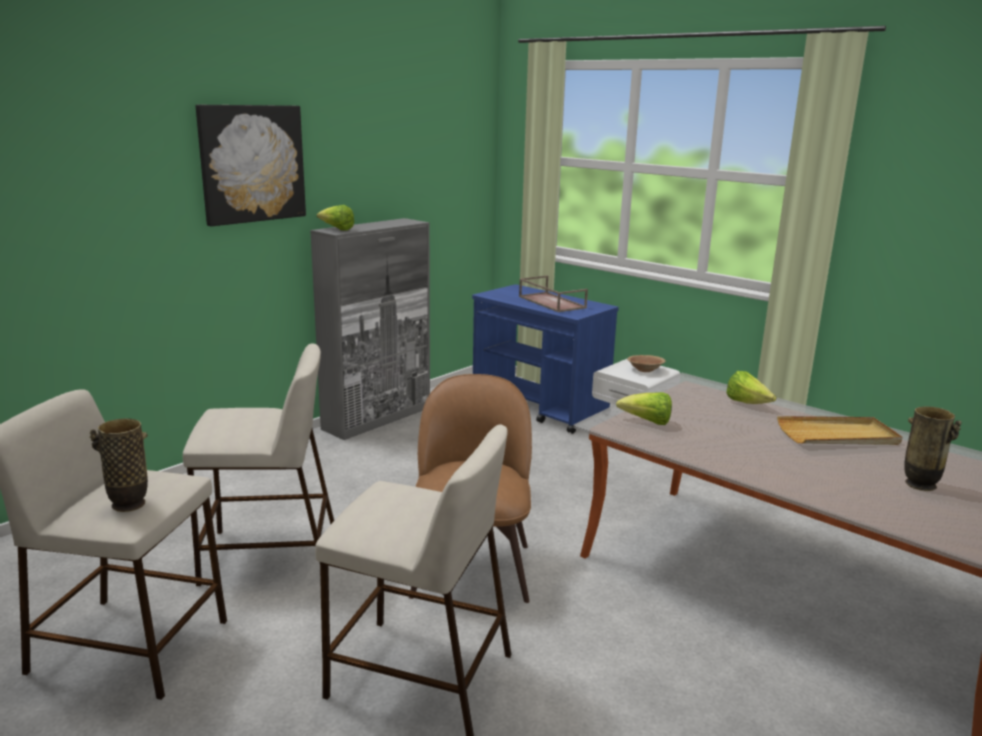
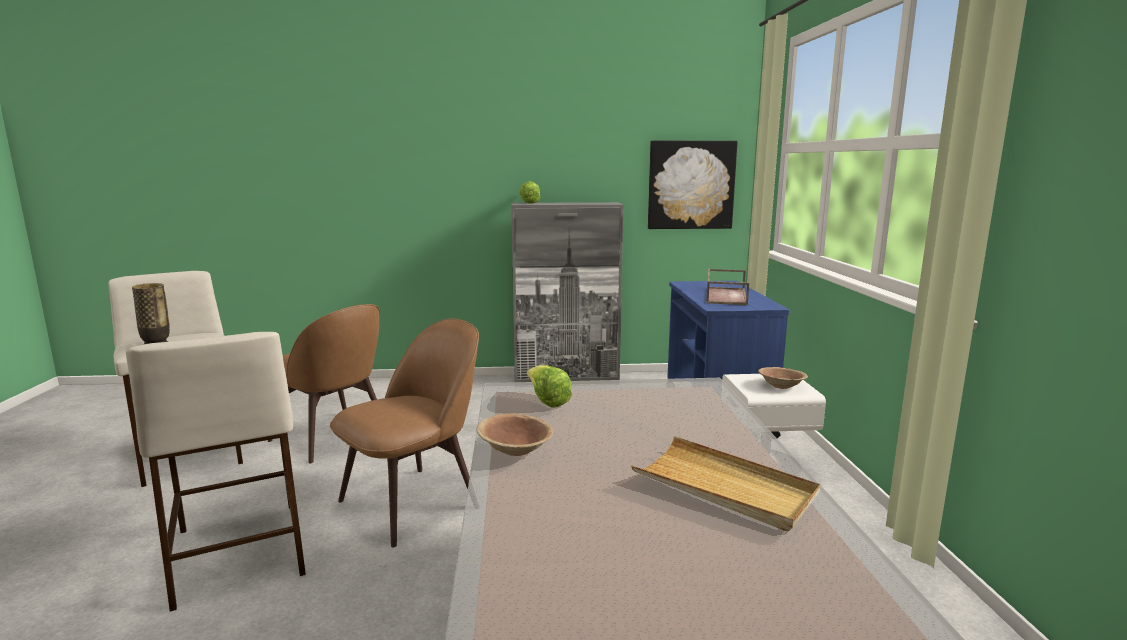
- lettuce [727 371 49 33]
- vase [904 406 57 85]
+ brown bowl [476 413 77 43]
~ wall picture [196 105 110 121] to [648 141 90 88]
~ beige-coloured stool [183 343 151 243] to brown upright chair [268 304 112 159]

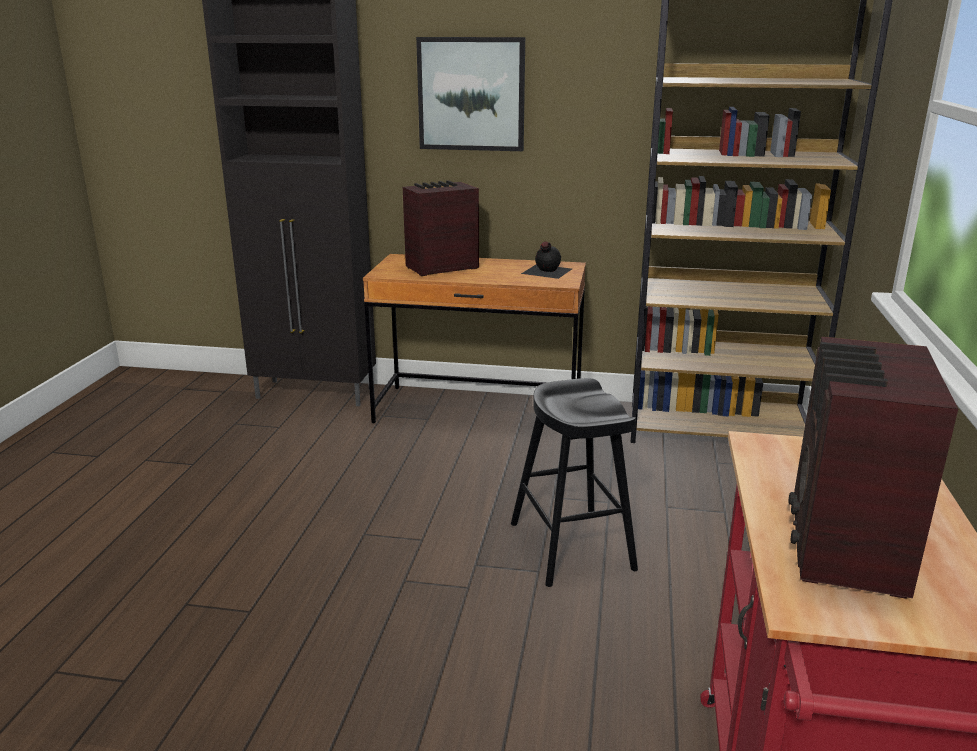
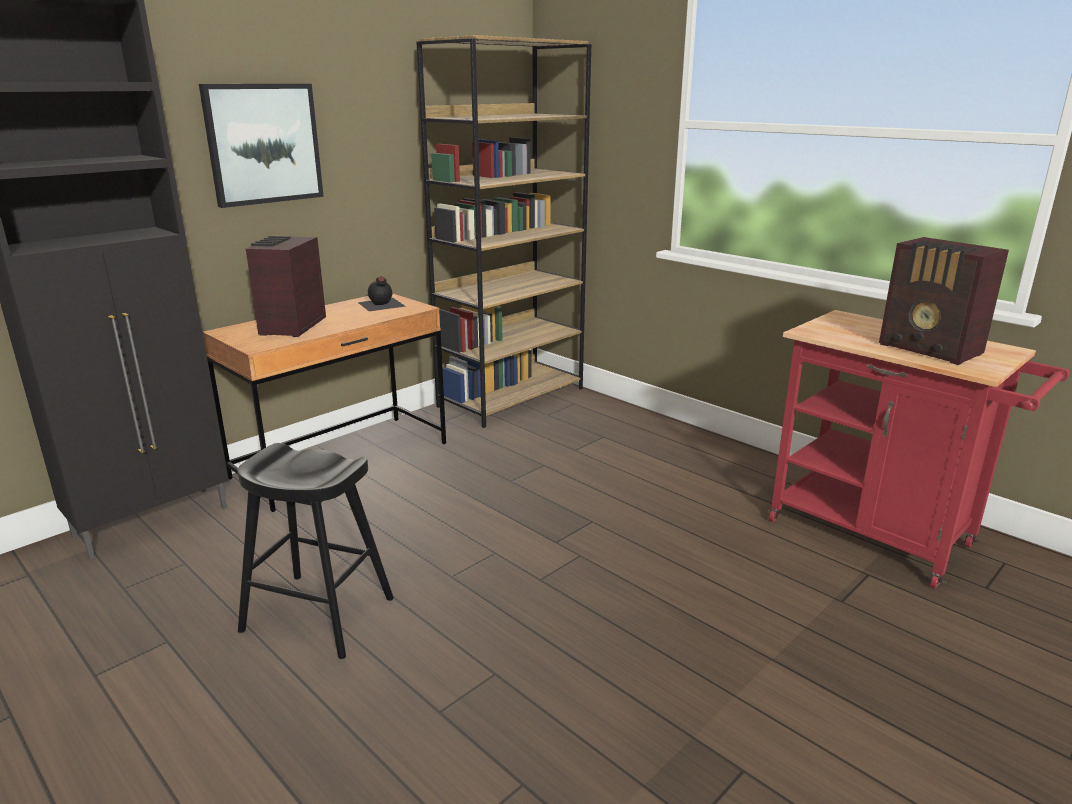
~ black stool [511 378 127 209] to [237 443 157 216]

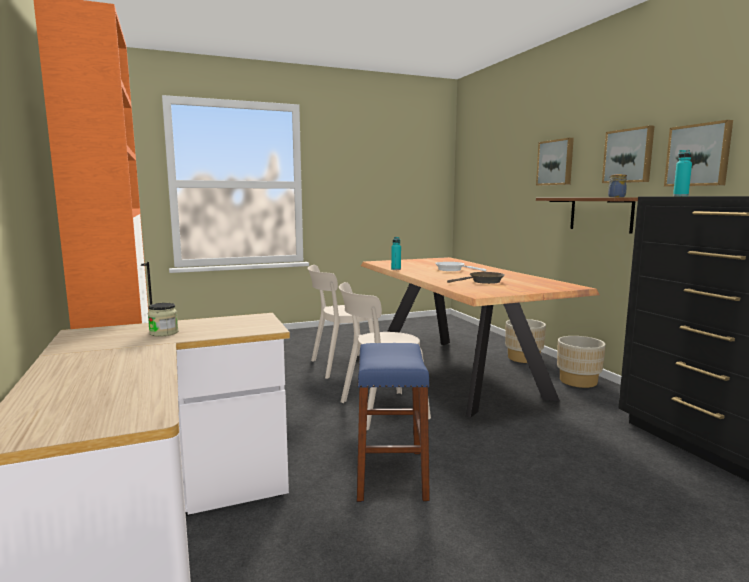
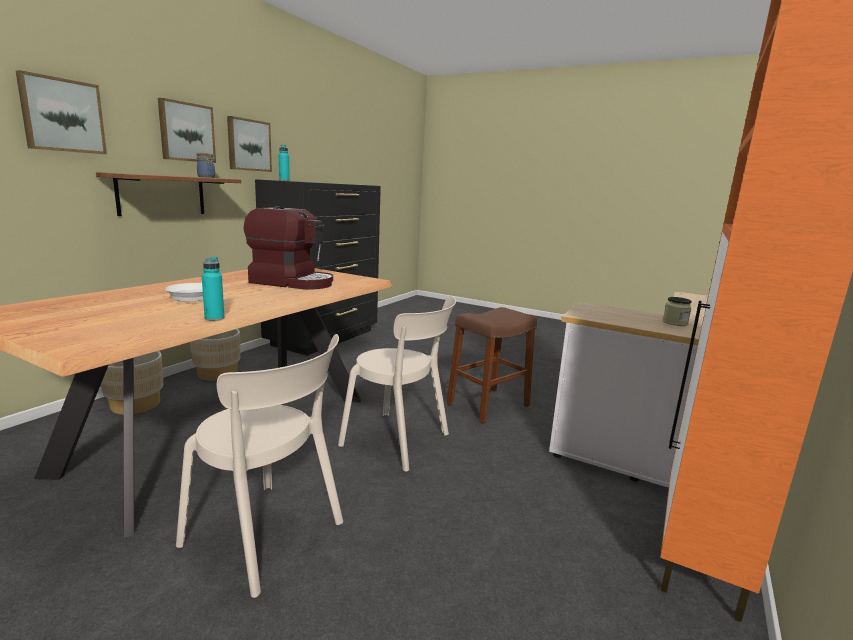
~ brown skillet [447 272 58 12] to coffee maker [244 206 89 84]
~ bluish stool [357 343 73 159] to brown stool [447 307 90 117]

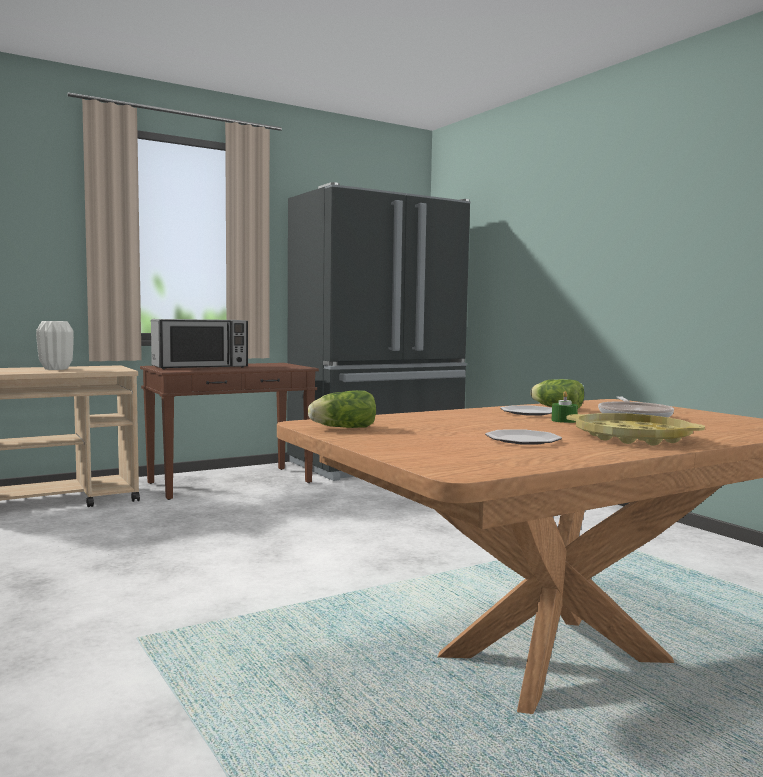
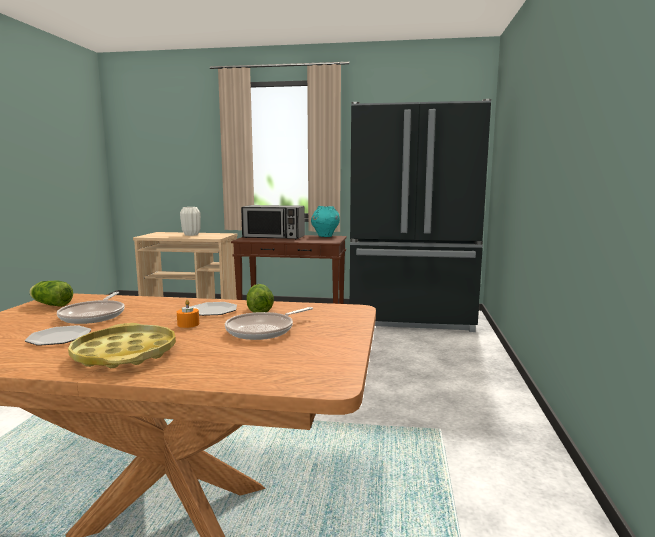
+ skillet [57 292 67 32]
+ turquoise vase [311 206 29 31]
~ green-coloured wax light [552 391 26 32] to orange wax light [177 300 22 28]

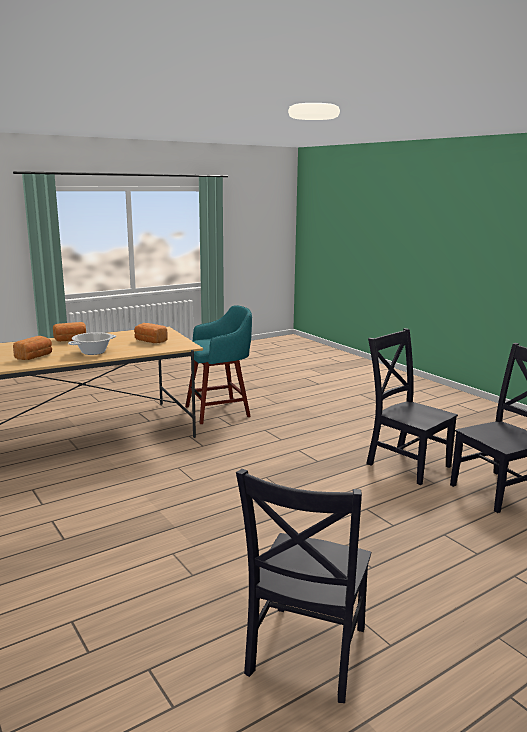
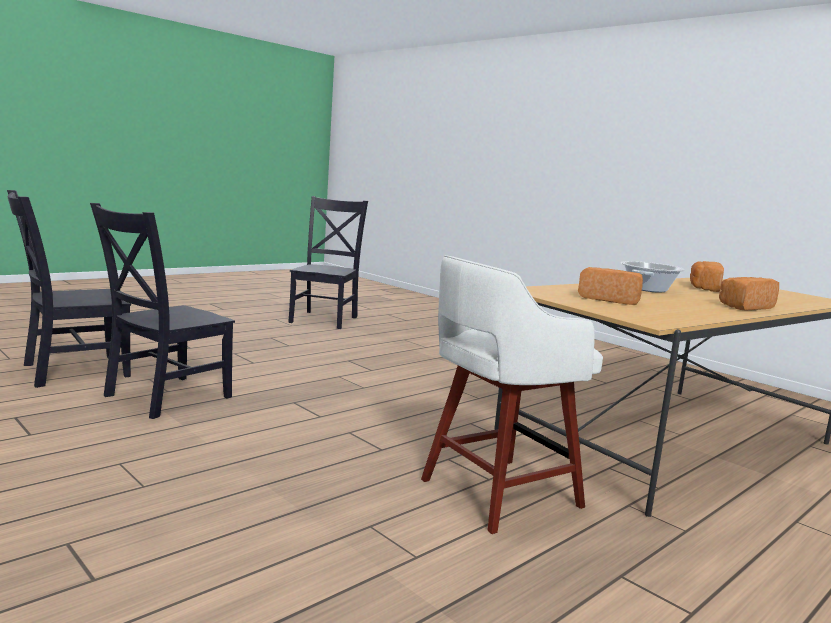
~ turquoise stool [185 305 67 119] to white-coloured stool [421 255 182 279]
~ black upright chair [366 328 92 157] = [90 203 145 216] 90 degrees clockwise

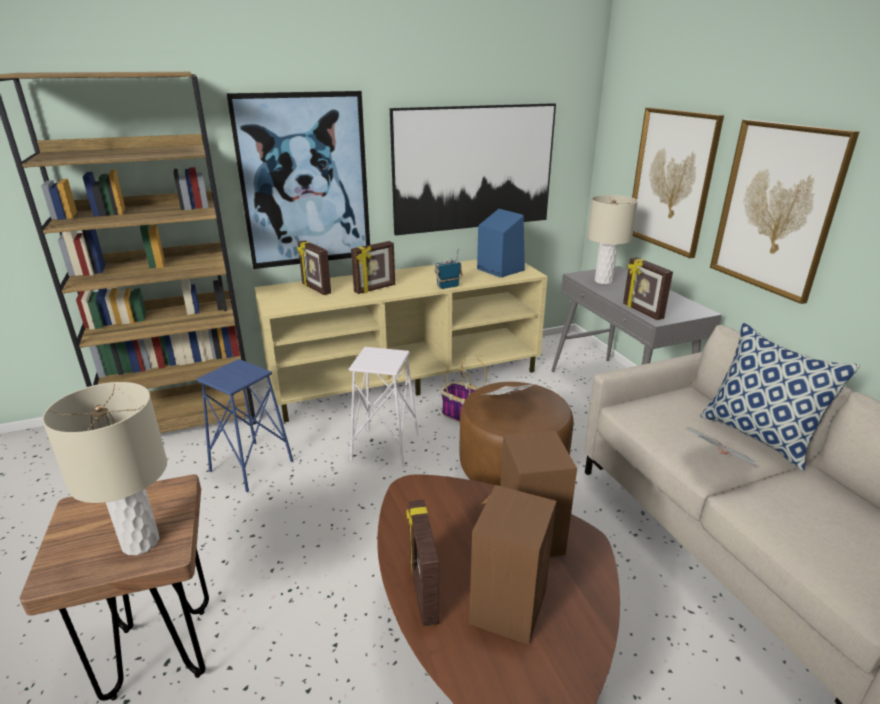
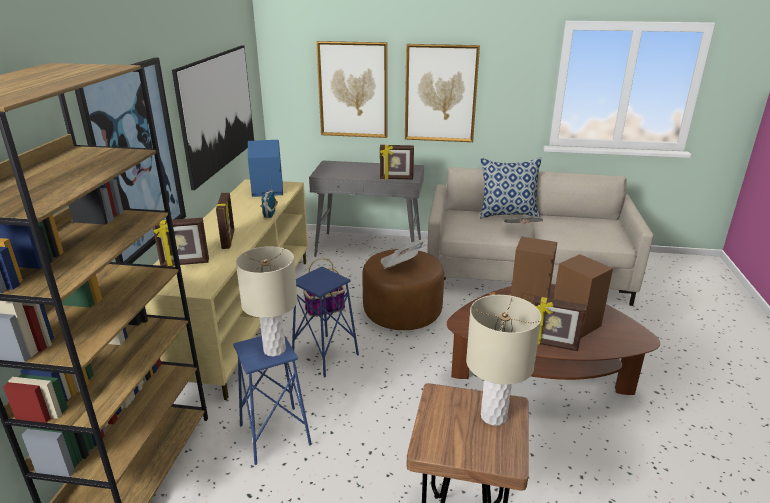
~ beige-coloured lamp for a table [587 195 51 89] to [236 246 62 111]
~ white-coloured stool [349 347 70 121] to bluish stool [292 267 67 110]

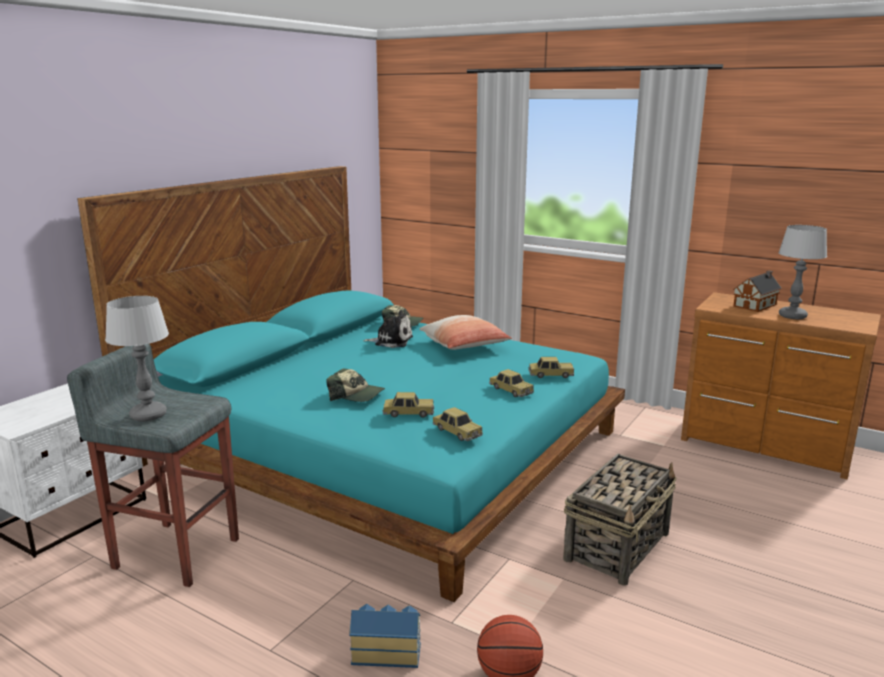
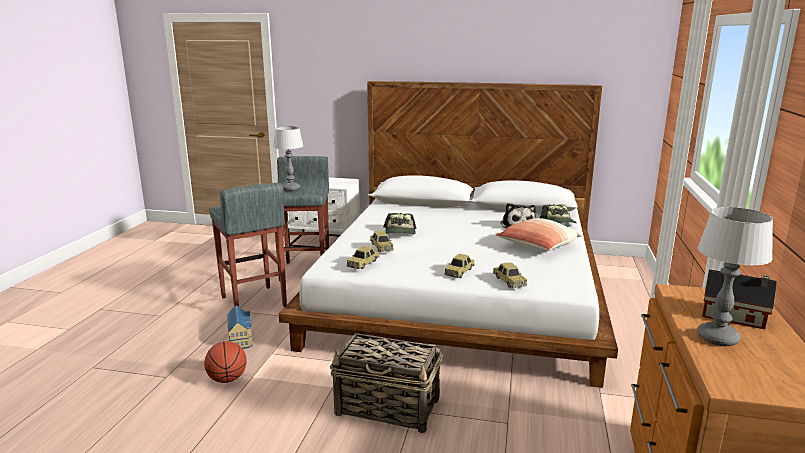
+ gray stool [209 183 78 124]
~ turquoise bedroom bed [77 166 548 436] to white-coloured bedroom bed [279 81 339 307]

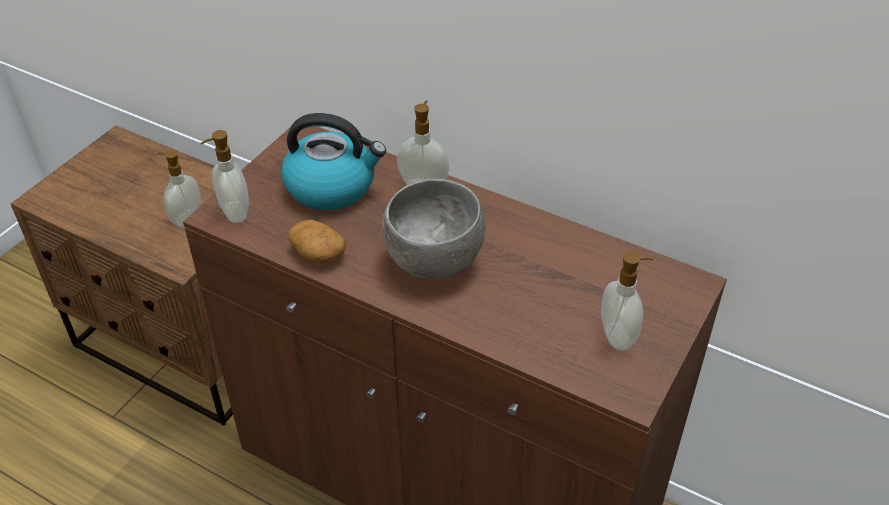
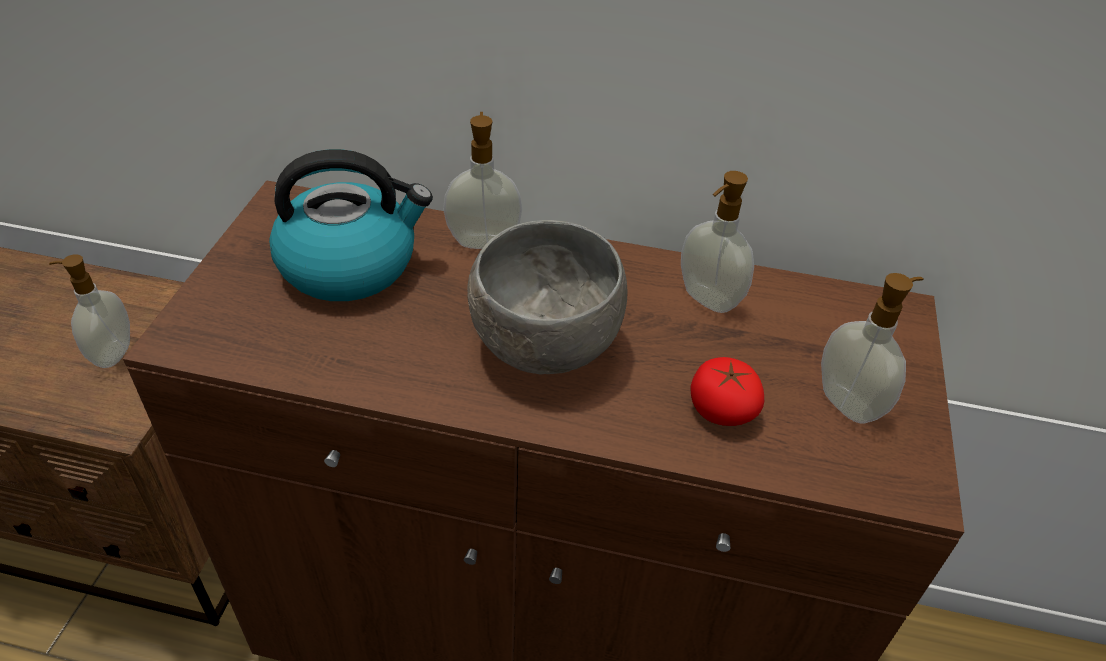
- spud [289 220 57 44]
+ fresh tomato [690 357 74 69]
~ liquid soap bottle [201 130 48 93] to [681 171 73 142]

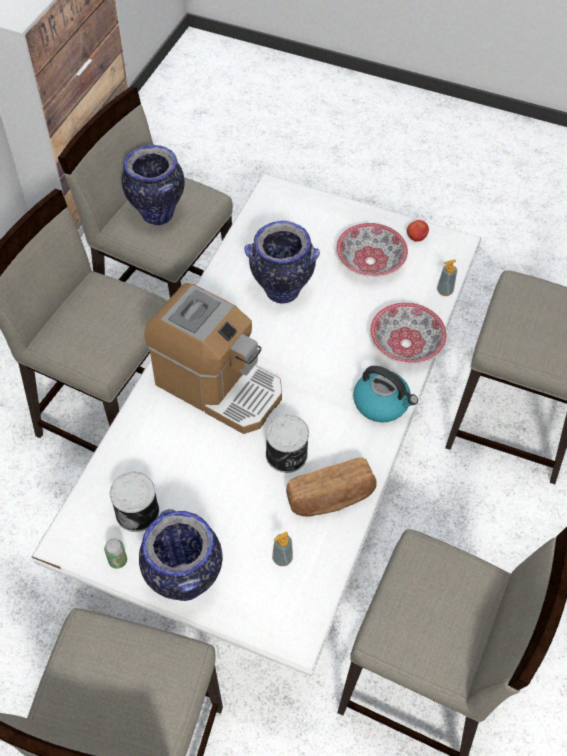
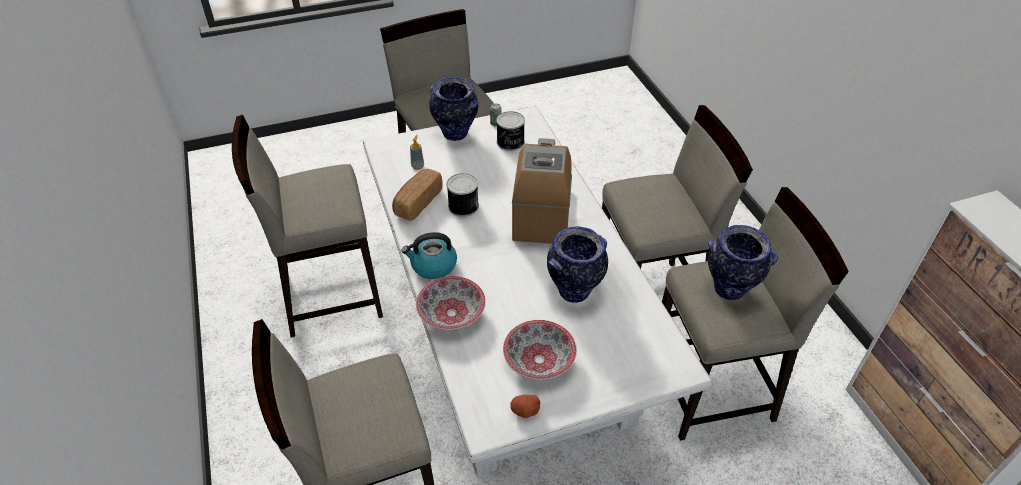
- liquid soap bottle [437 259 20 37]
~ fresh tomato [407 220 22 22] to spud [510 395 30 23]
~ coffee maker [144 283 138 151] = [512 138 60 106] 105 degrees clockwise

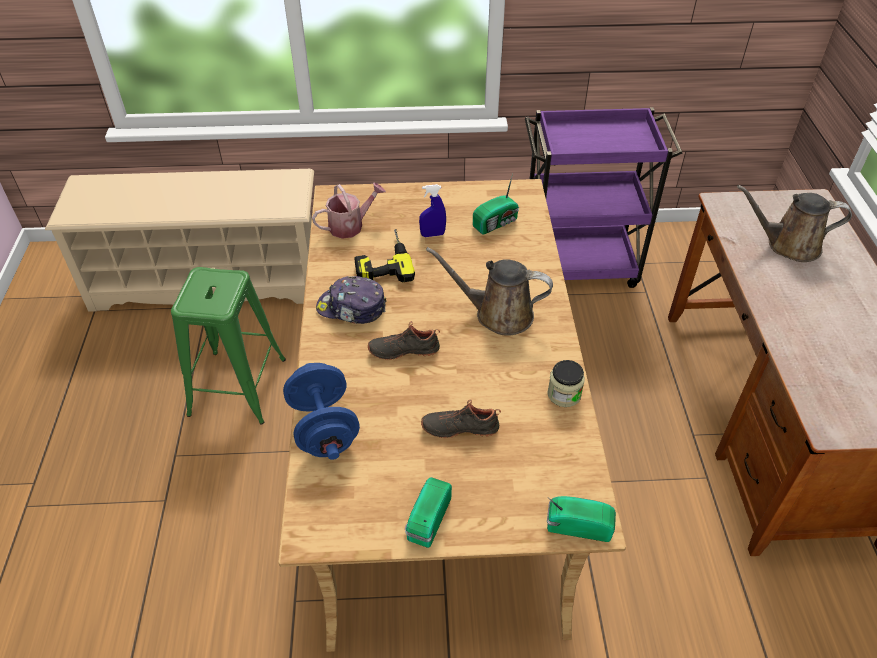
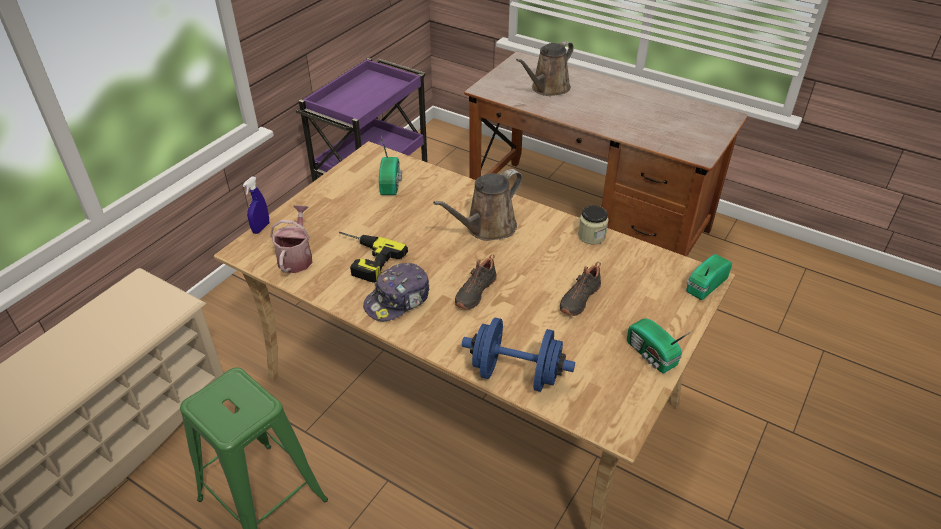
~ bluish sprayer [419 184 27 53] to [243 177 26 57]

